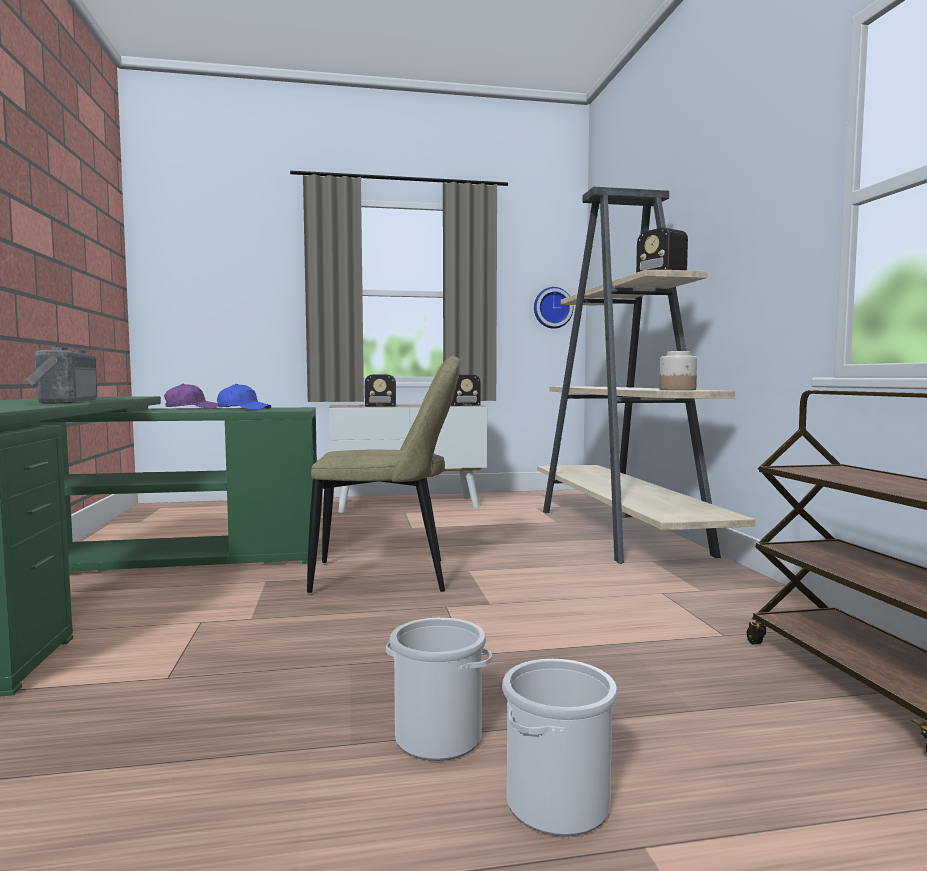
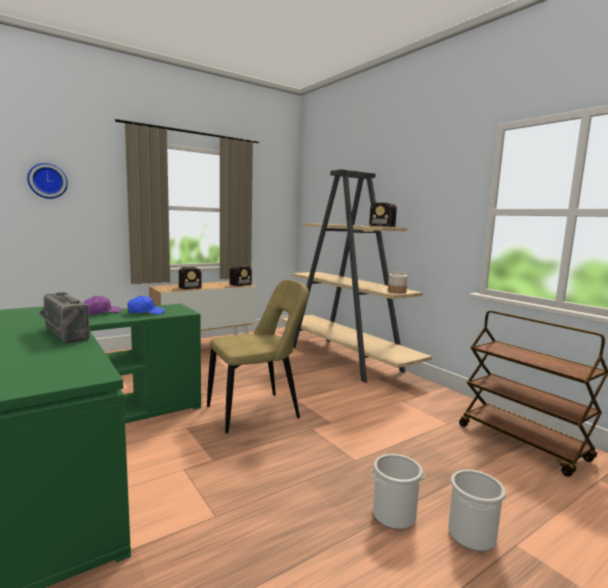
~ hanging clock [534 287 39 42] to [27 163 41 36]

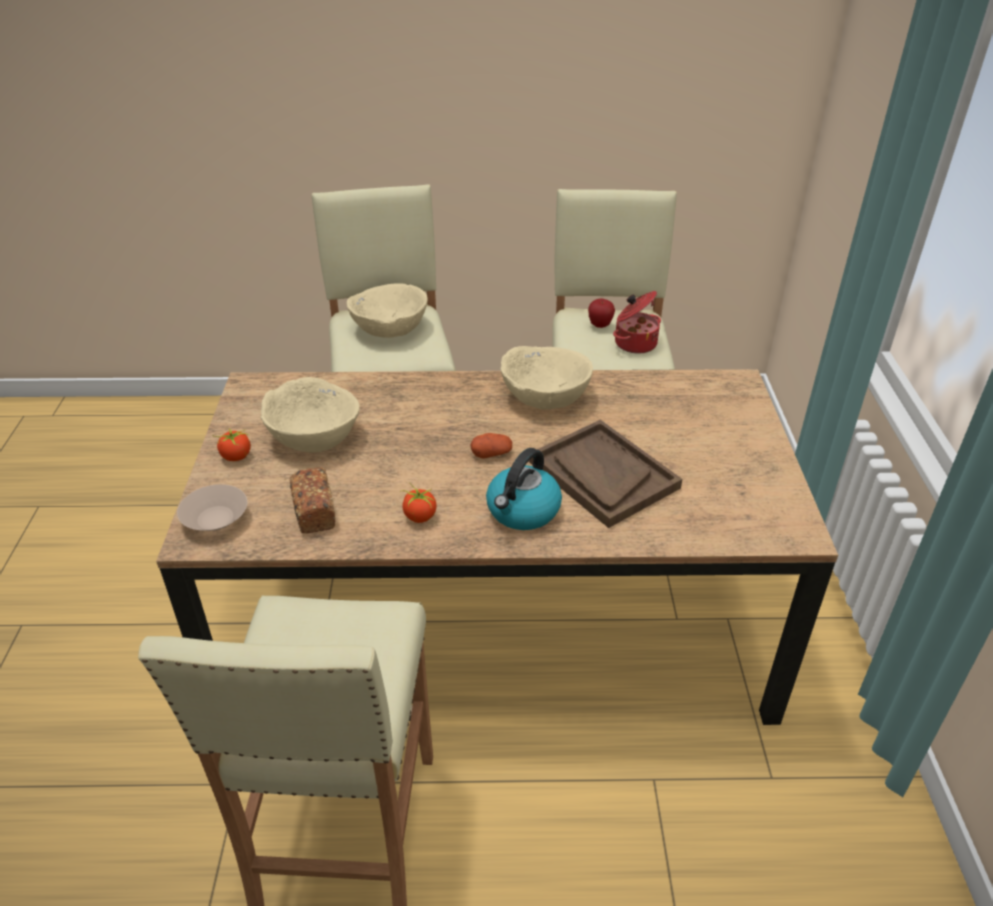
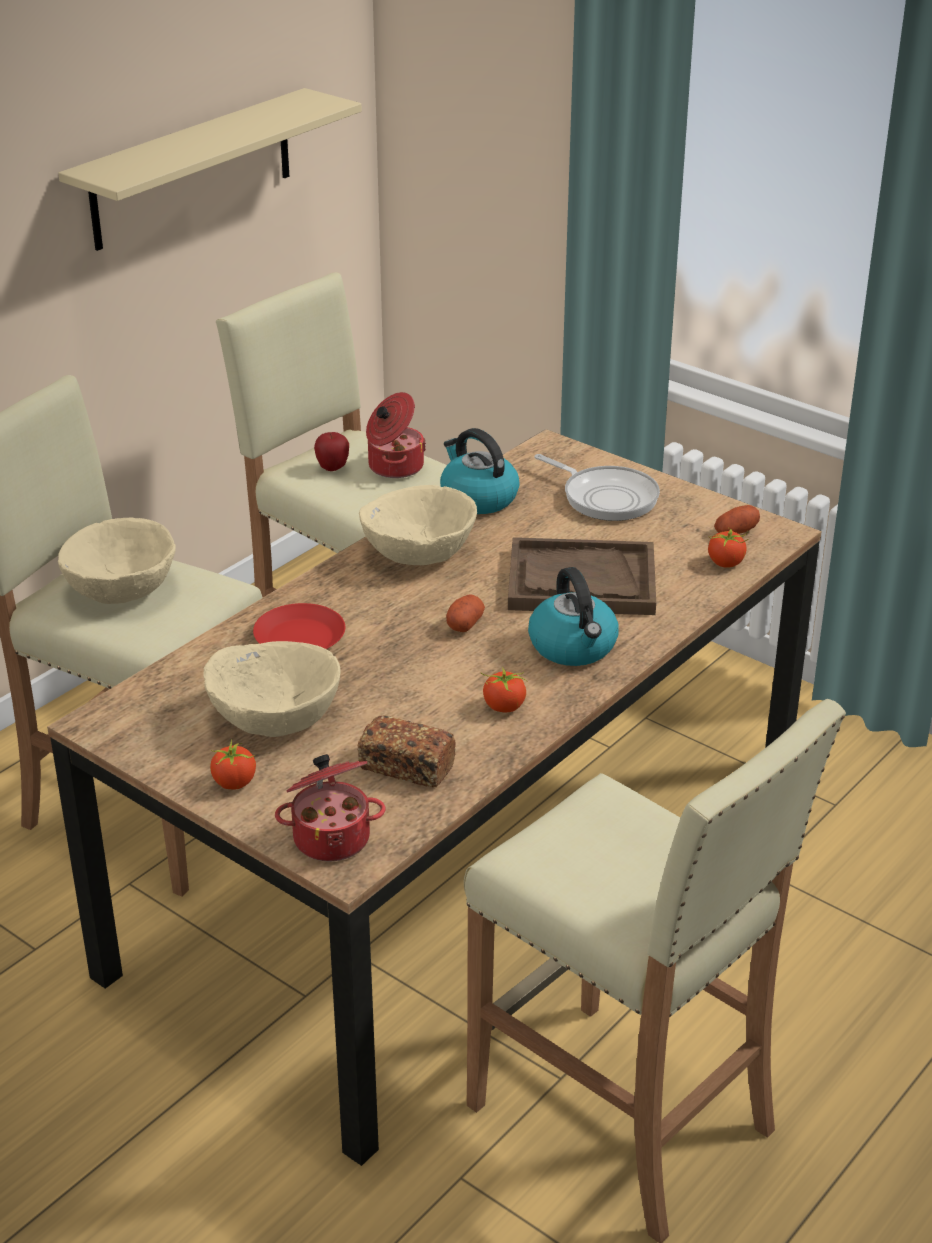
+ beige-coloured shelf [58 88 304 163]
+ reddish dinner plate [253 603 92 46]
+ water kettle [440 428 80 86]
+ skillet [534 454 126 67]
+ fresh tomato [708 527 40 41]
+ spud [714 505 46 29]
~ beige-coloured bowl [177 484 70 47] to stockpot [275 754 110 107]

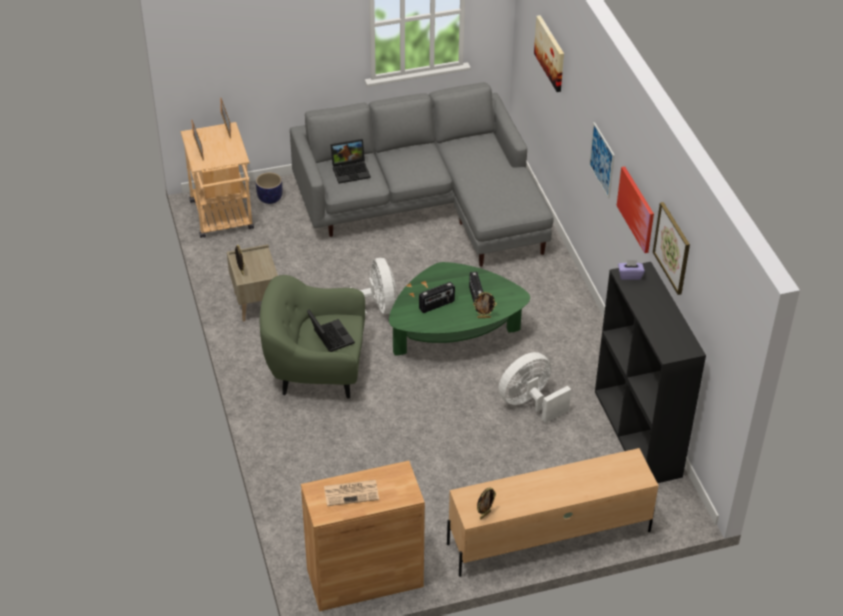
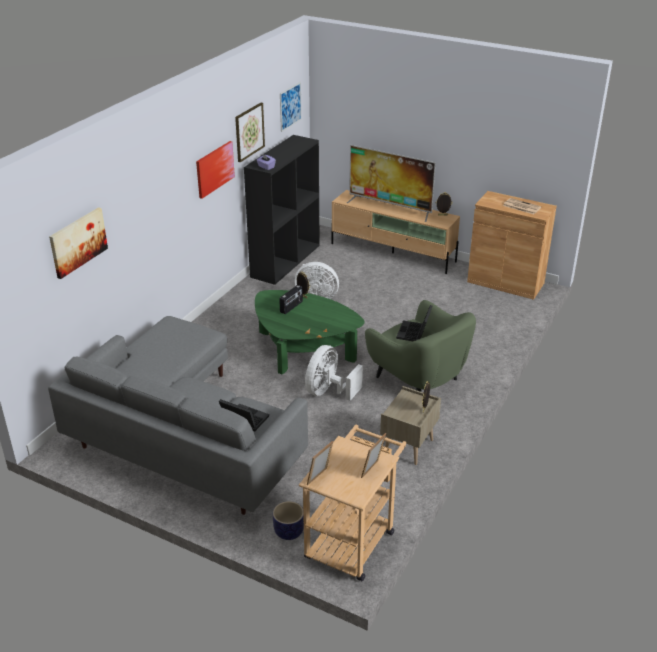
- radio set [419 282 36 31]
+ television [347 145 89 77]
~ wall picture [589 122 26 77] to [280 82 22 50]

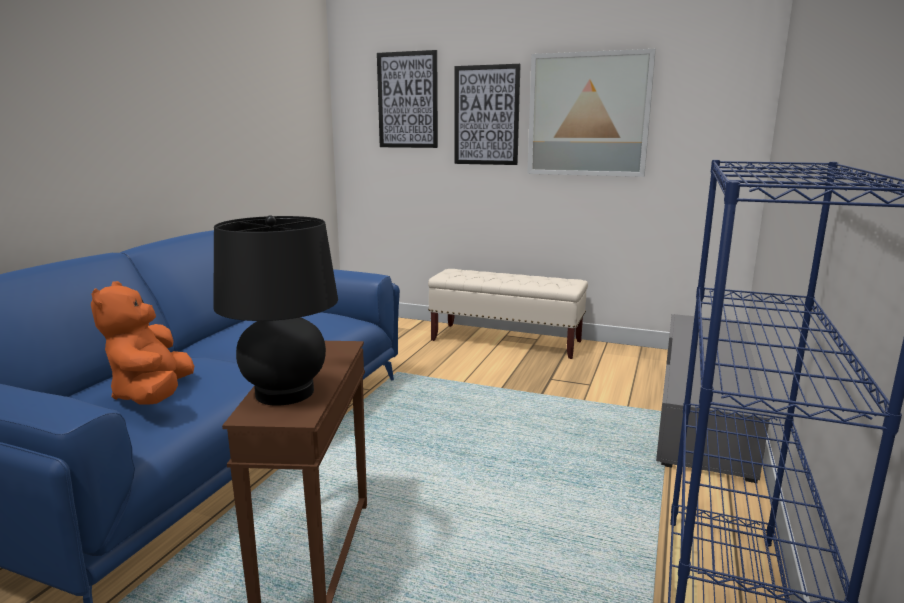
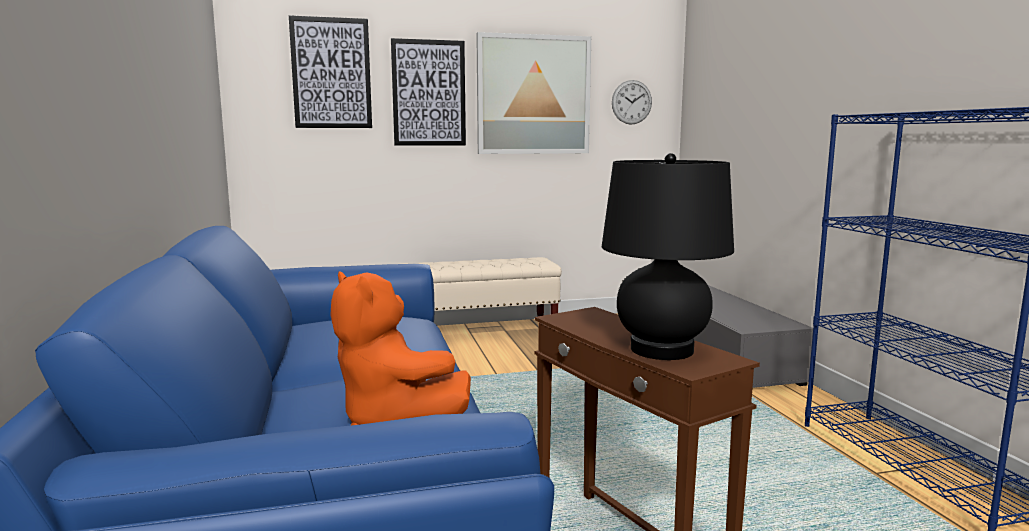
+ hanging clock [612 80 40 45]

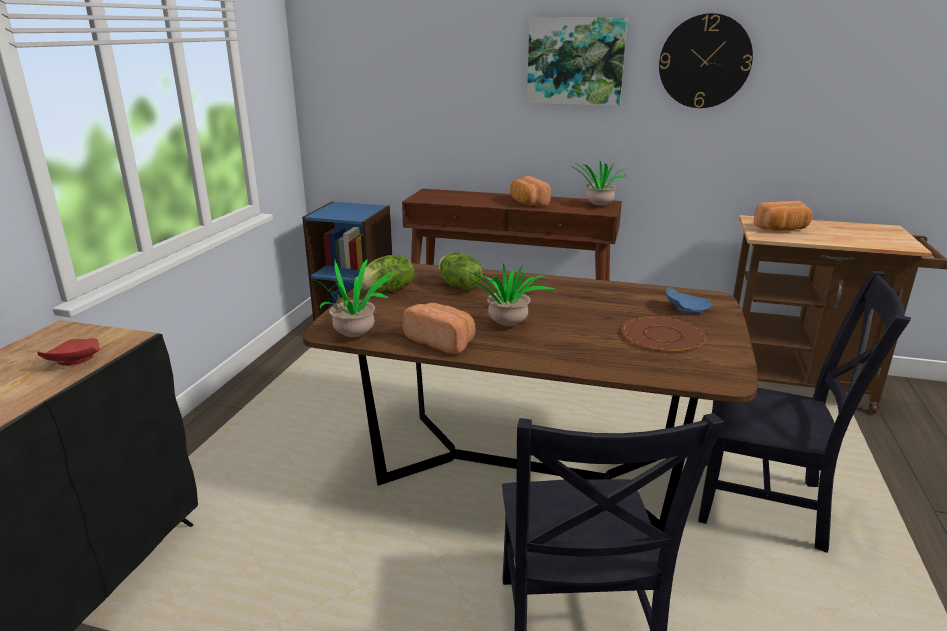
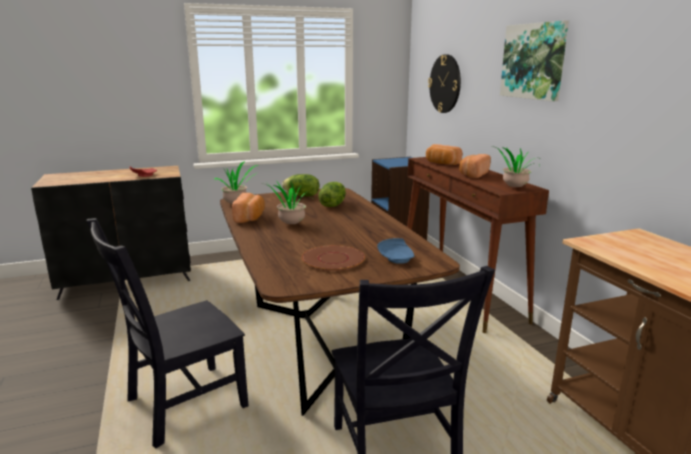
~ hanging clock [659 13 94 95] to [428 54 33 59]
~ baked bread [753 201 59 30] to [426 144 36 21]

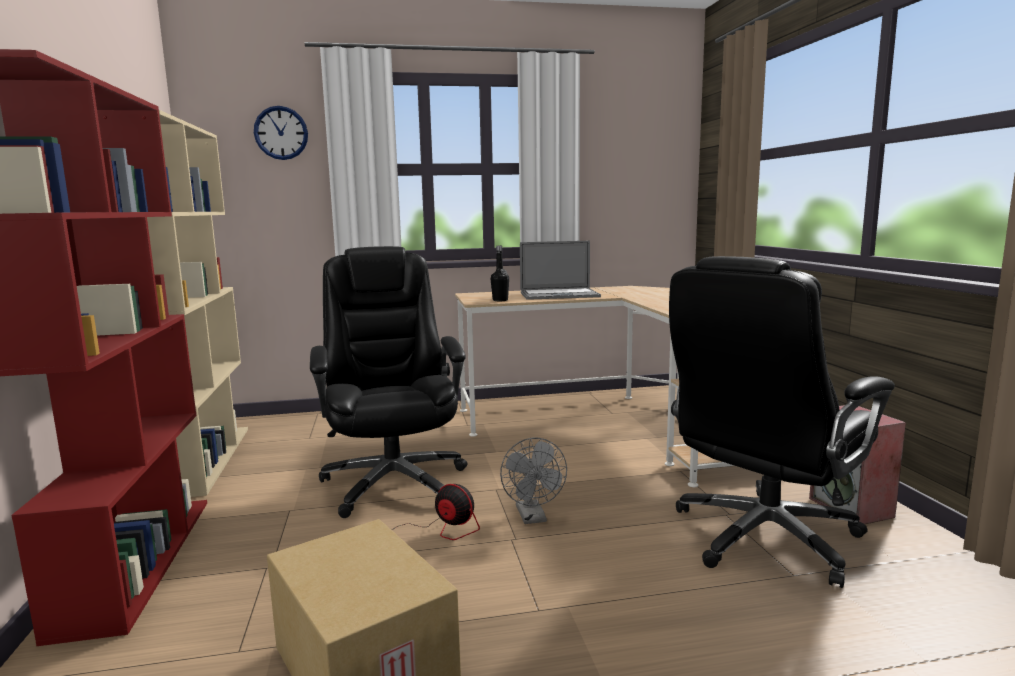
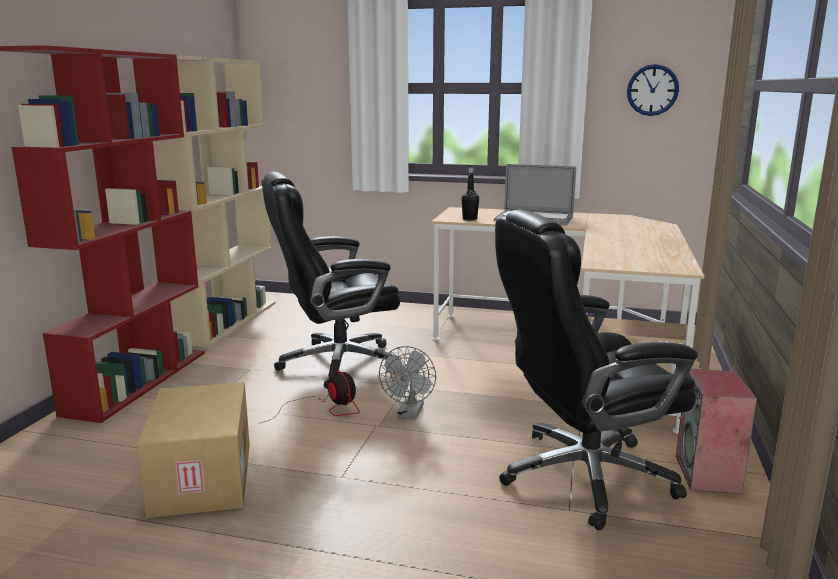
~ hanging clock [254 106 54 54] to [627 64 52 52]
~ black computer chair [310 246 158 272] = [262 172 138 217] 120 degrees counterclockwise

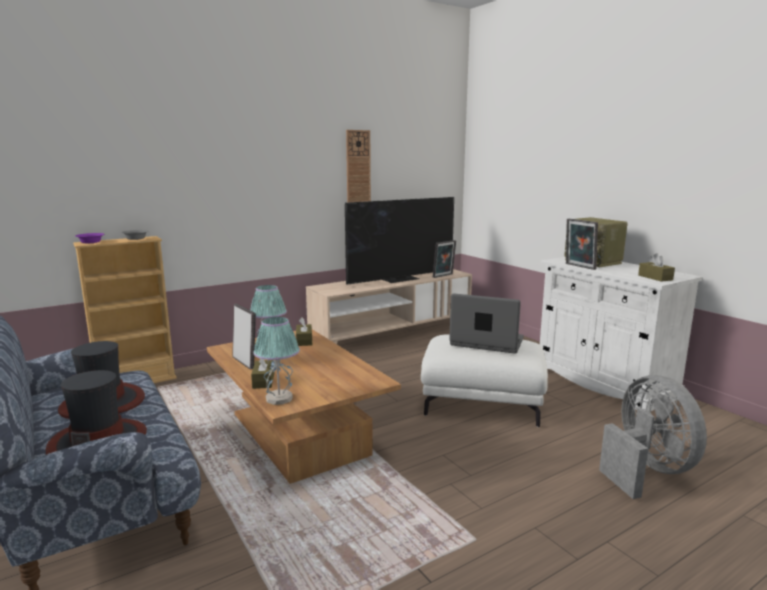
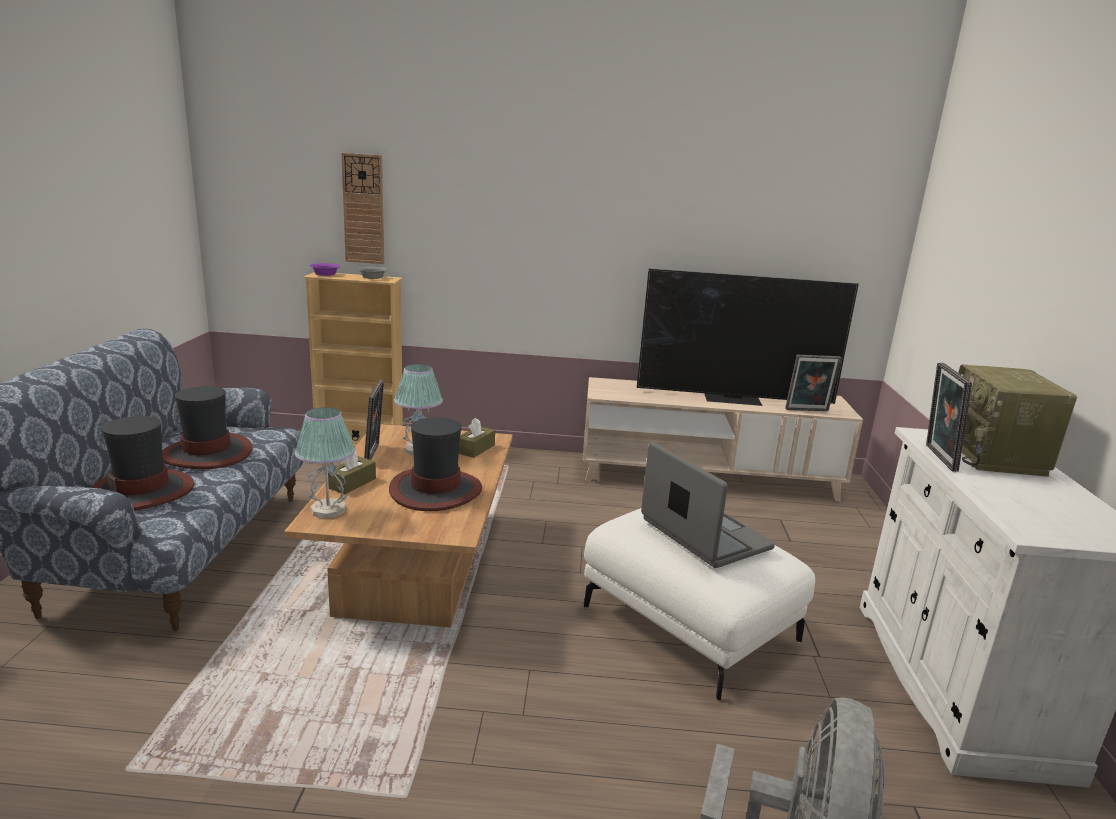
- brown tissue box [638 253 37 29]
+ hat [389 417 93 94]
~ hanging clock [346 130 25 72] to [341 153 43 111]

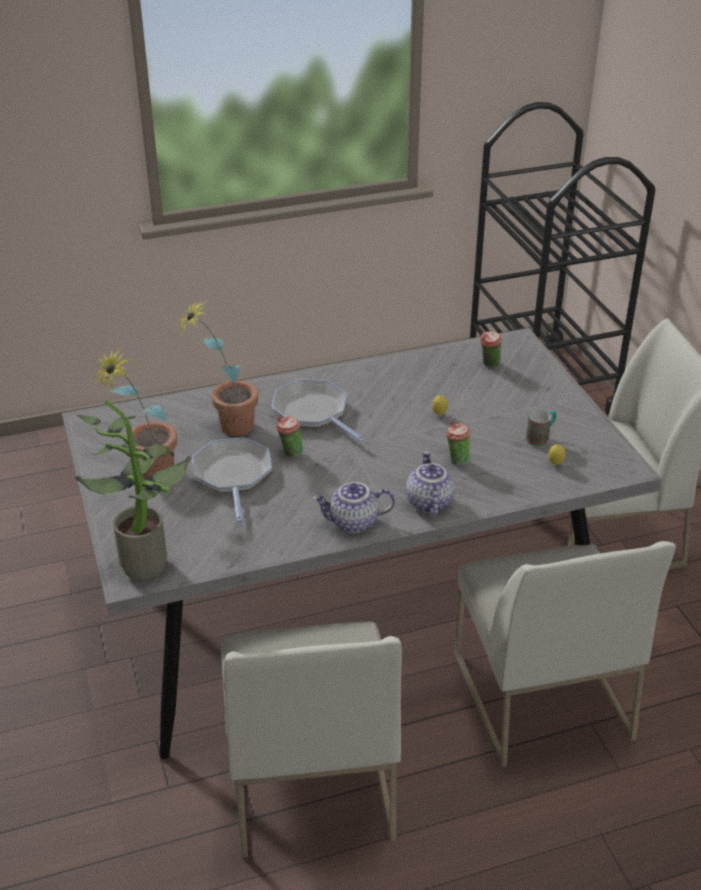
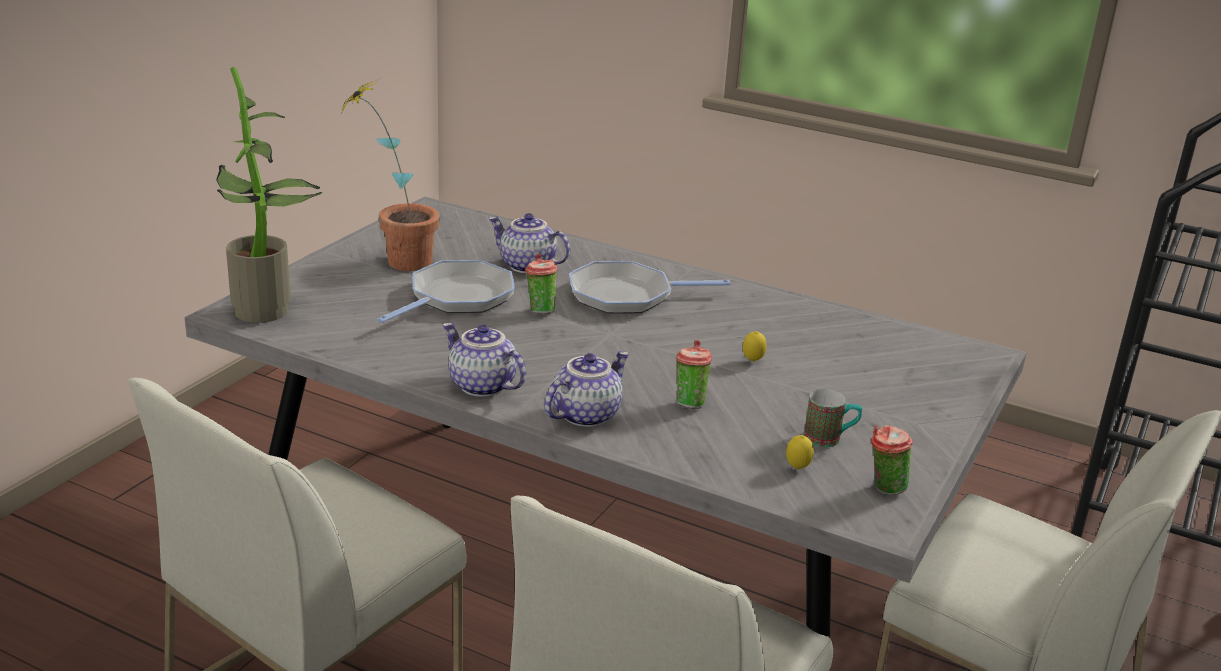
~ drinking cup [480 332 22 36] to [871 425 42 70]
~ potted plant [175 299 83 137] to tea pot [489 213 81 60]
~ skillet [271 379 94 63] = [569 261 162 53] 105 degrees counterclockwise

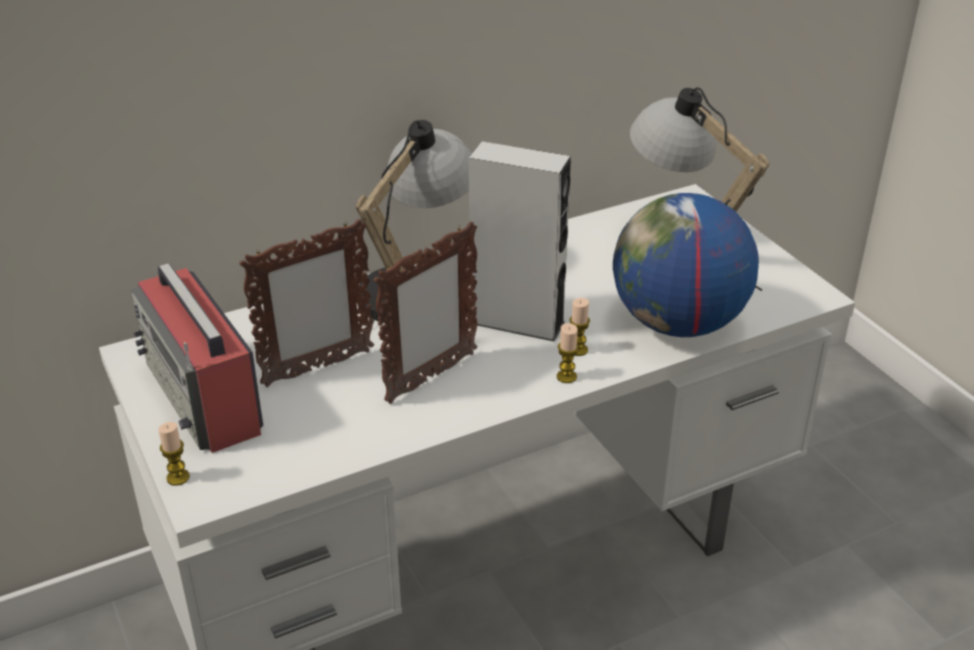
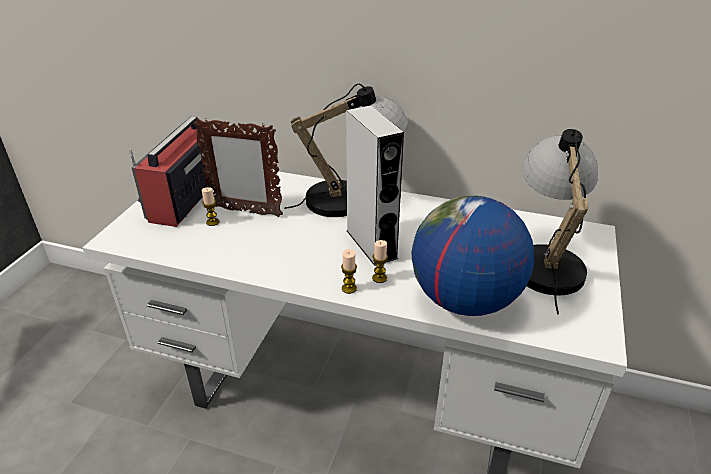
- picture frame [373 221 104 183]
~ wax light [158 422 32 64] to [202 187 17 39]

